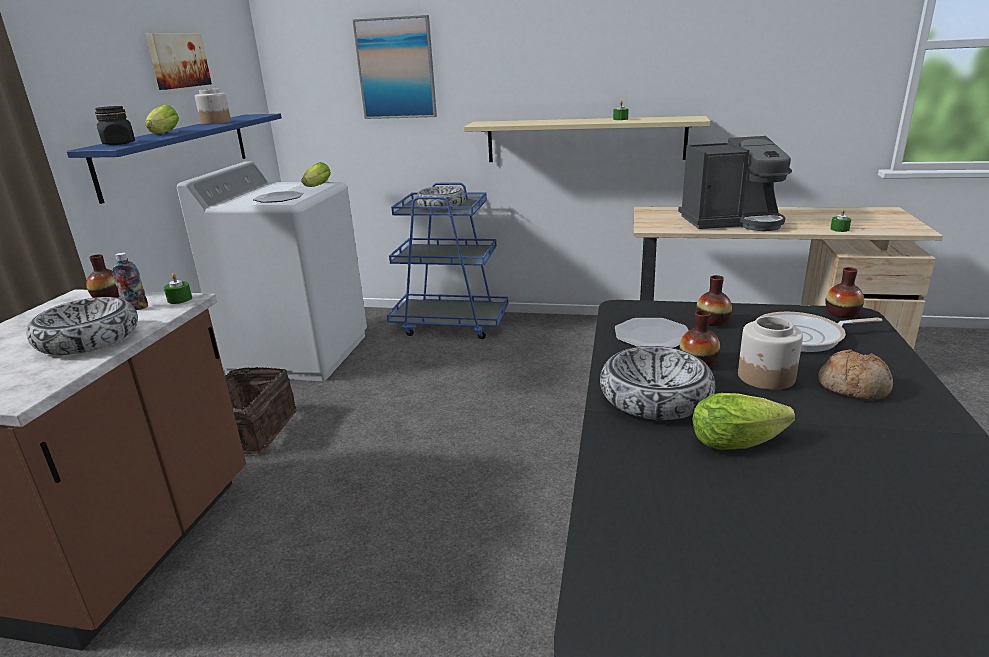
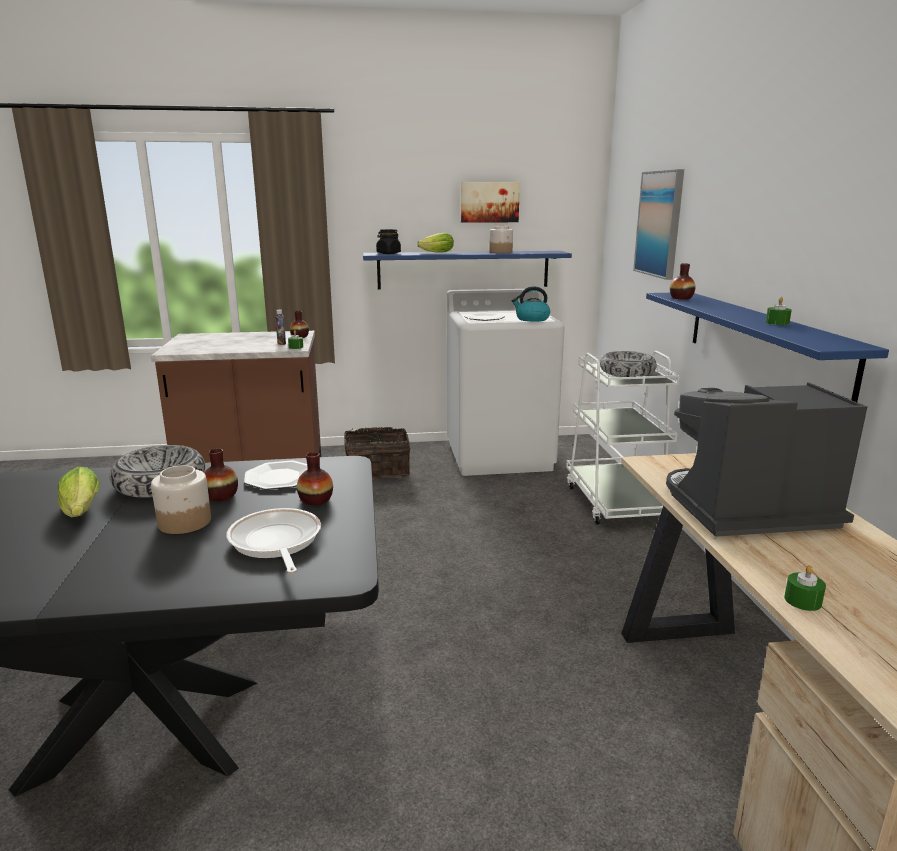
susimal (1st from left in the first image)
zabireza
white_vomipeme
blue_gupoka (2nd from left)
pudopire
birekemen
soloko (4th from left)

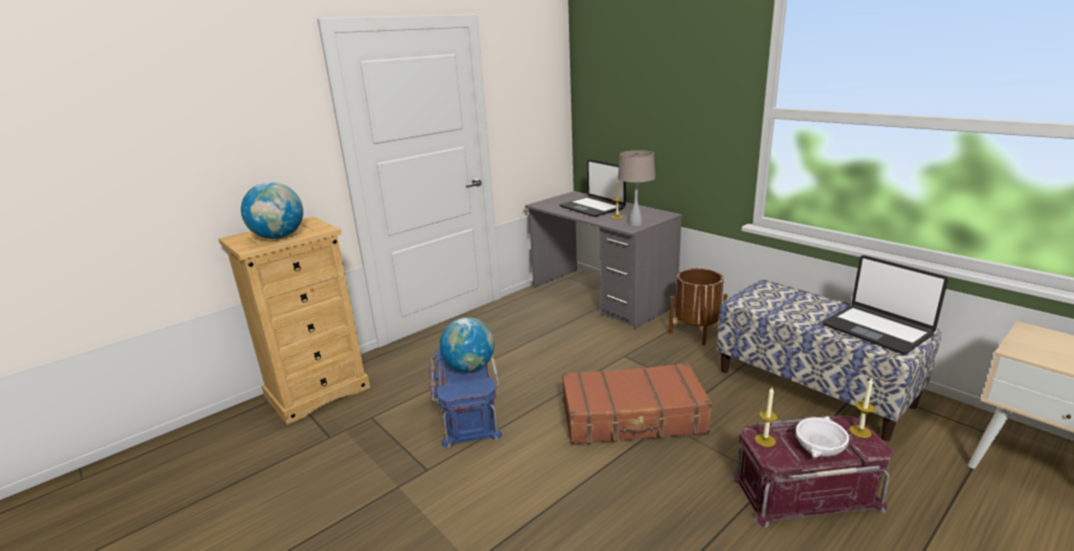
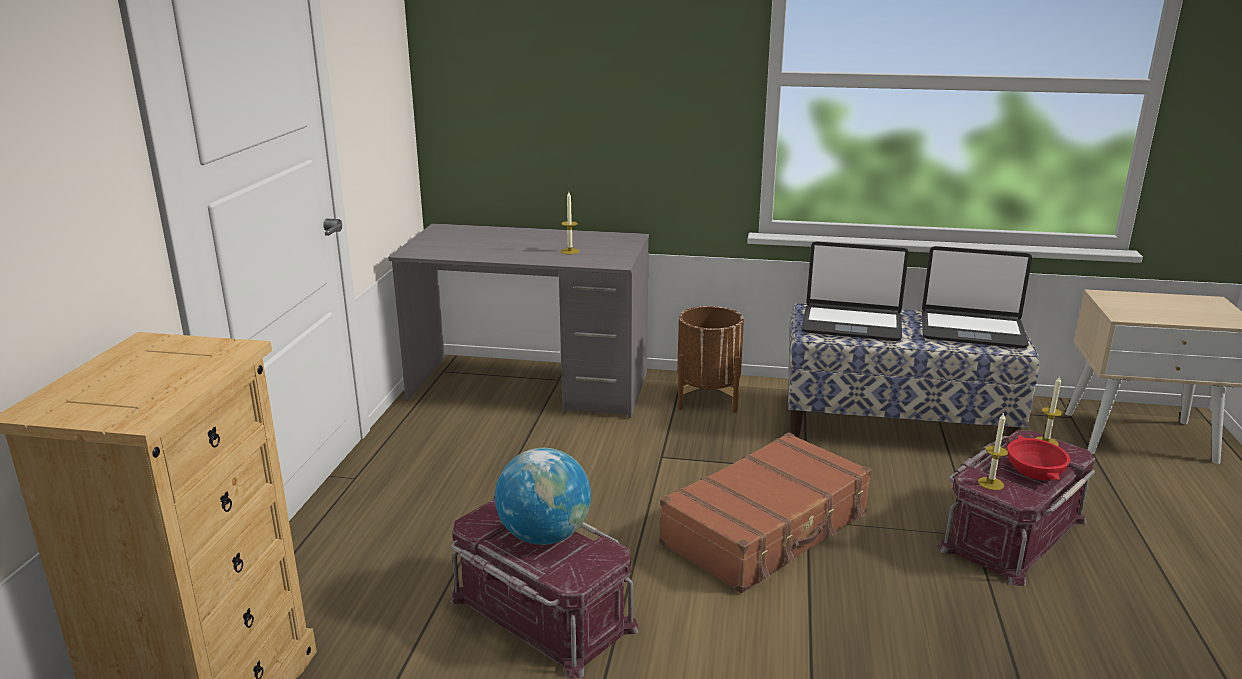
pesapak (1st from left in the first image)
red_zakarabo (1st from left)
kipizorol (1st from left)
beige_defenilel
red_susimal

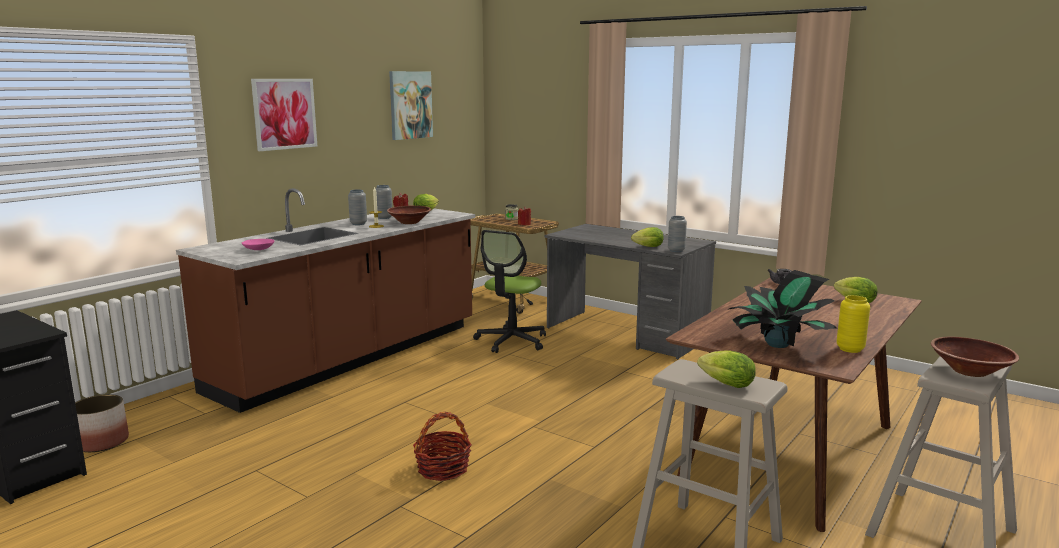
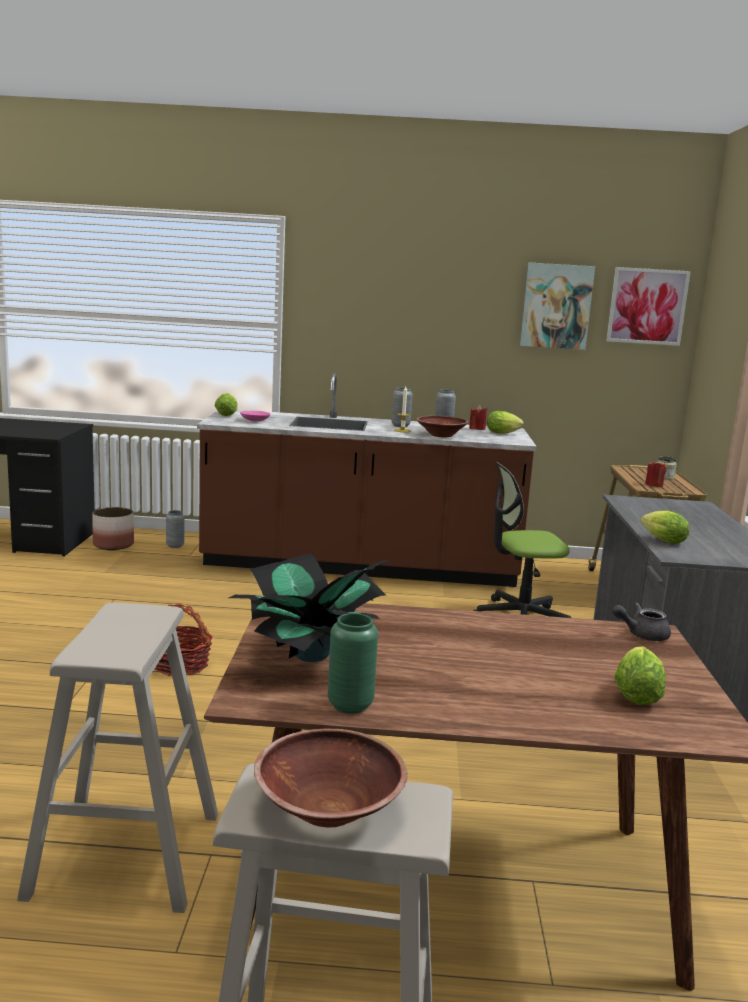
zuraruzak (2nd from left)
grey_soloko (1st from left)
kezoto (1st from left)
green_soloko

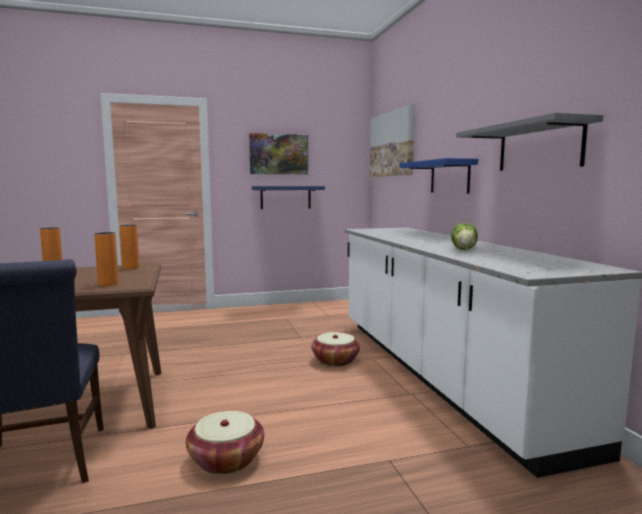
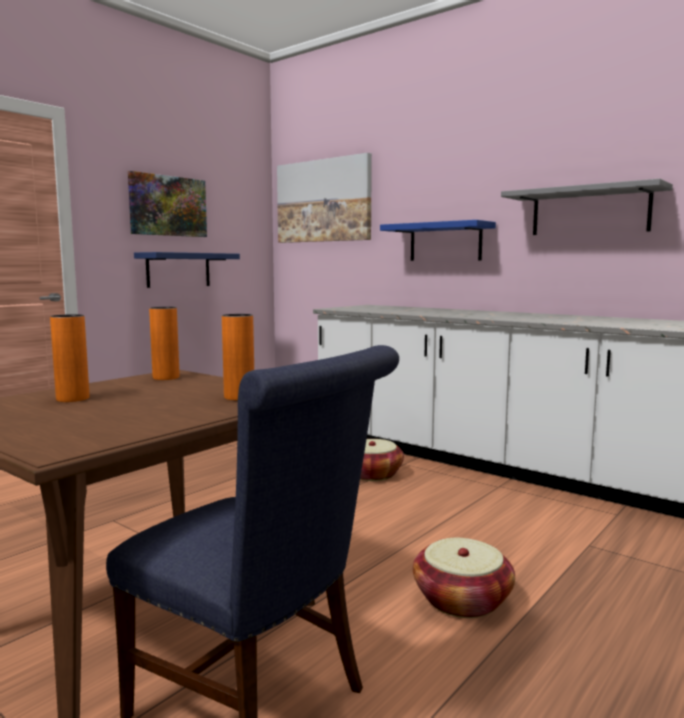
kezoto

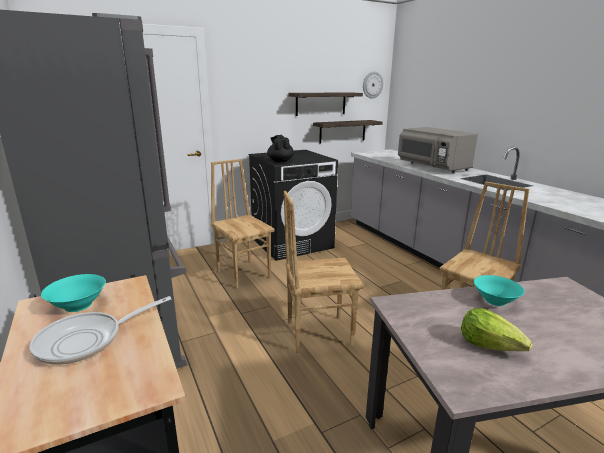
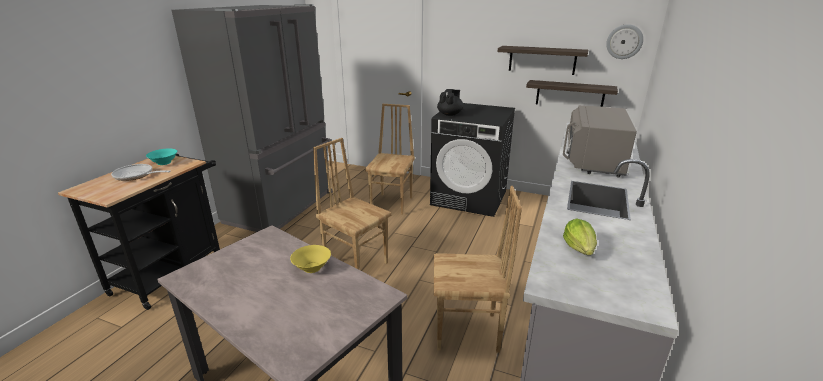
kezoto
yellow_susimal

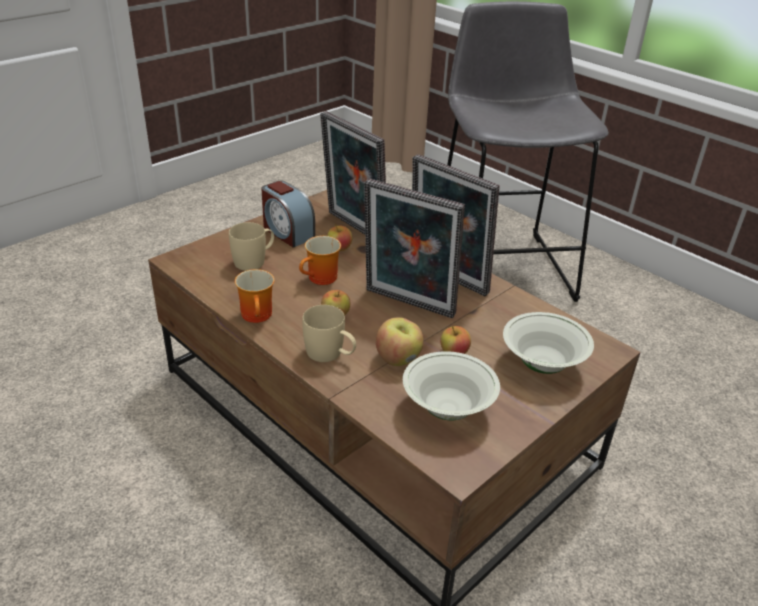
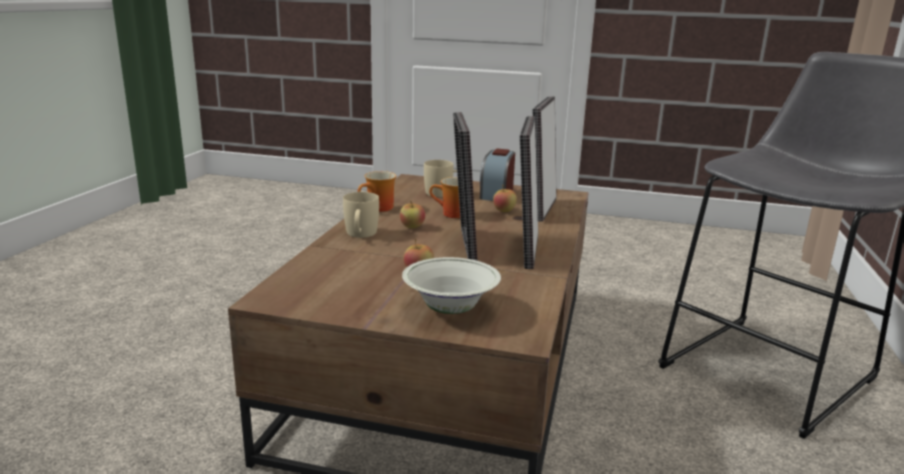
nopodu (3rd from left in the first image)
white_susimal (1st from left in the first image)

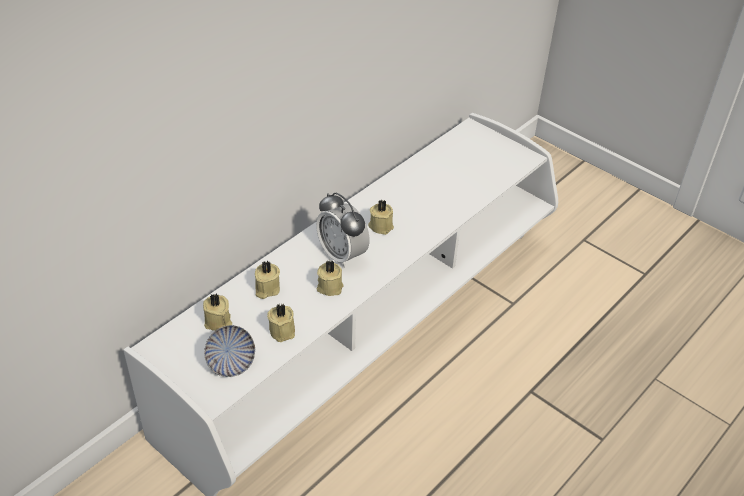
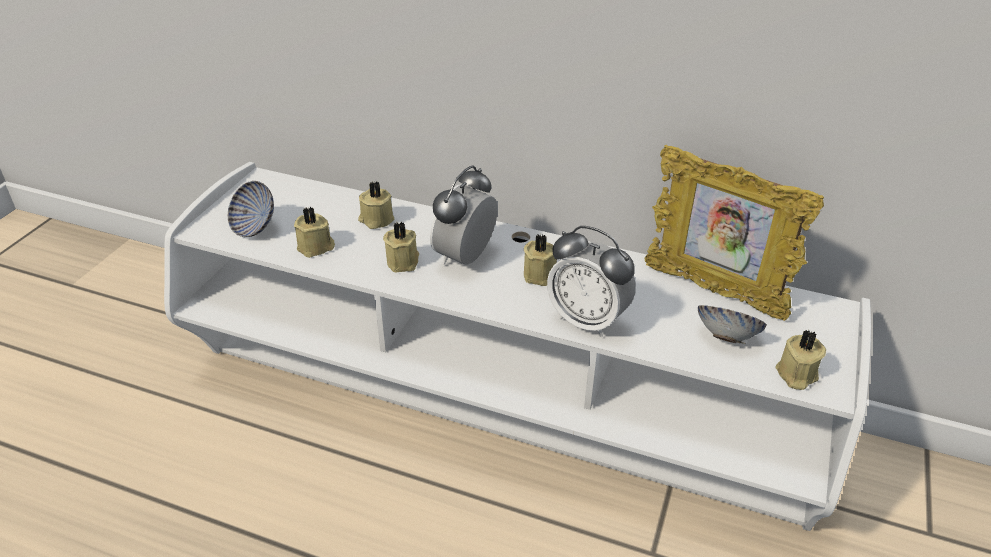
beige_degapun (5th from left)
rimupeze (2nd from left)
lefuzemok
susimal (2nd from left)

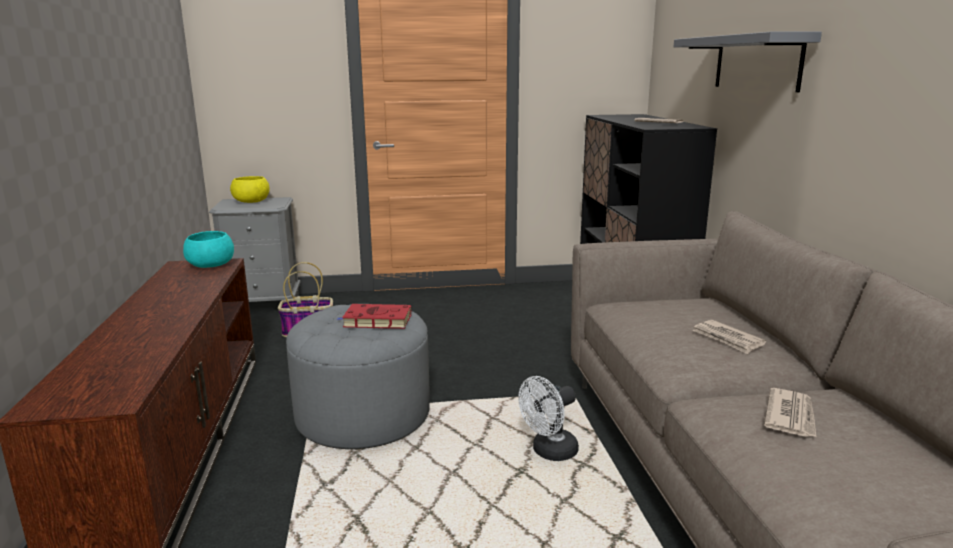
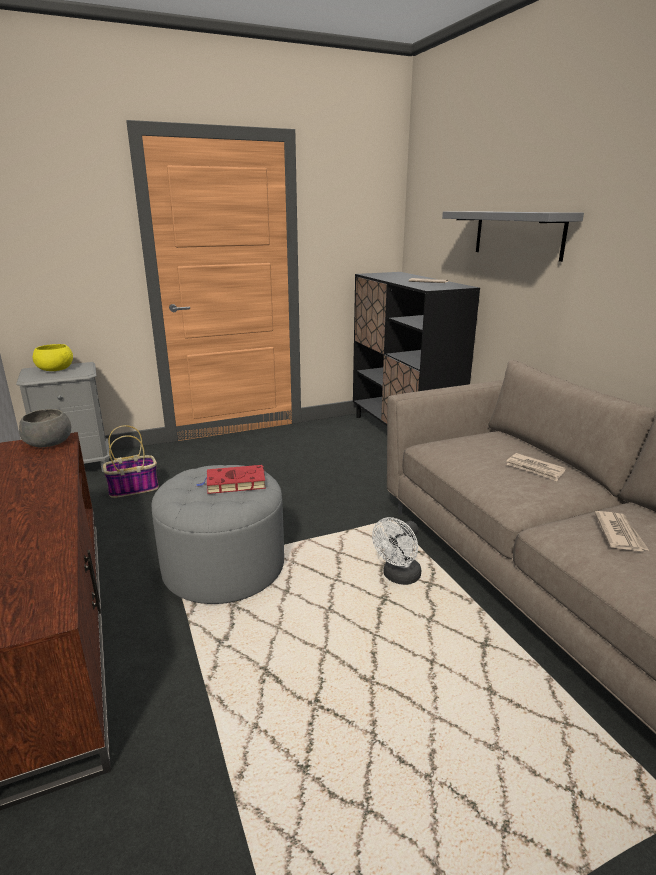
grey_susimal

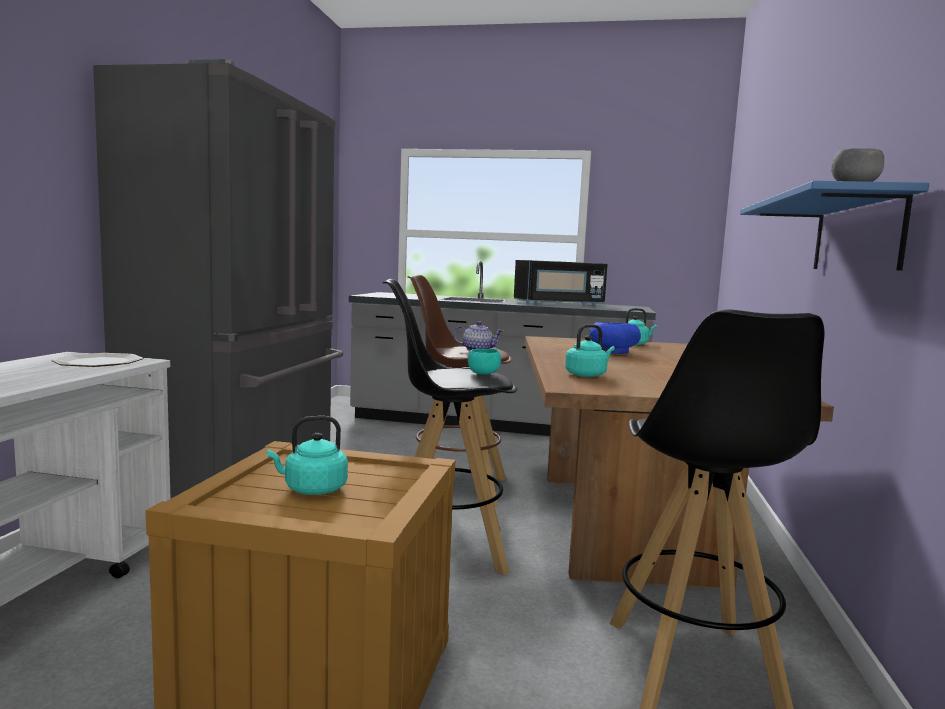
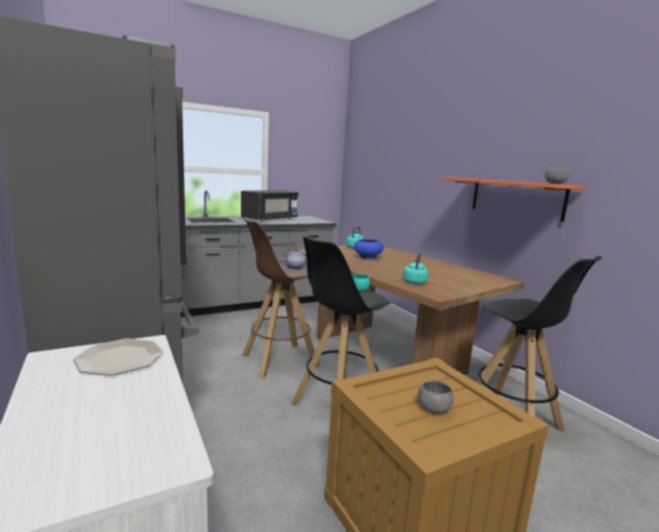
grey_susimal (1st from left)
orange_gupoka

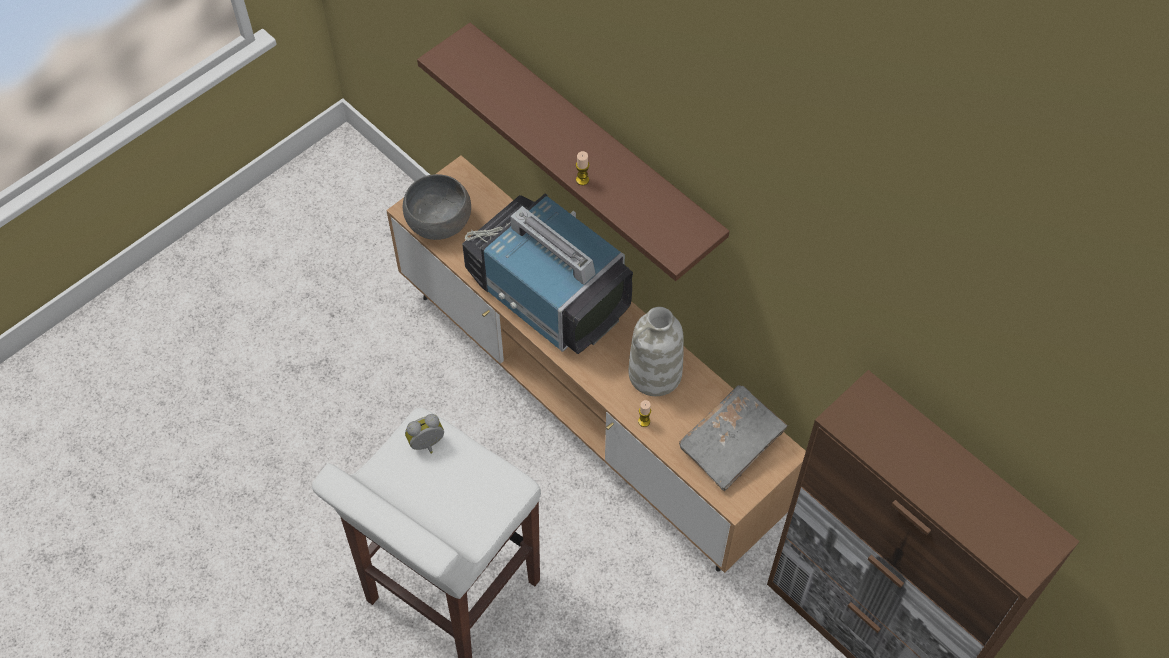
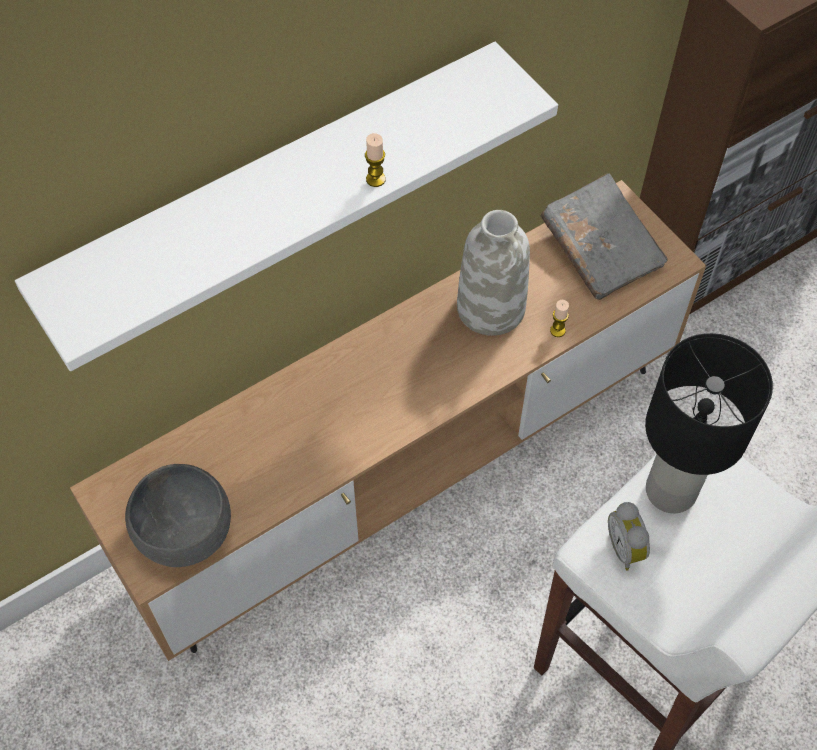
white_gupoka
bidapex
black_defenilel

